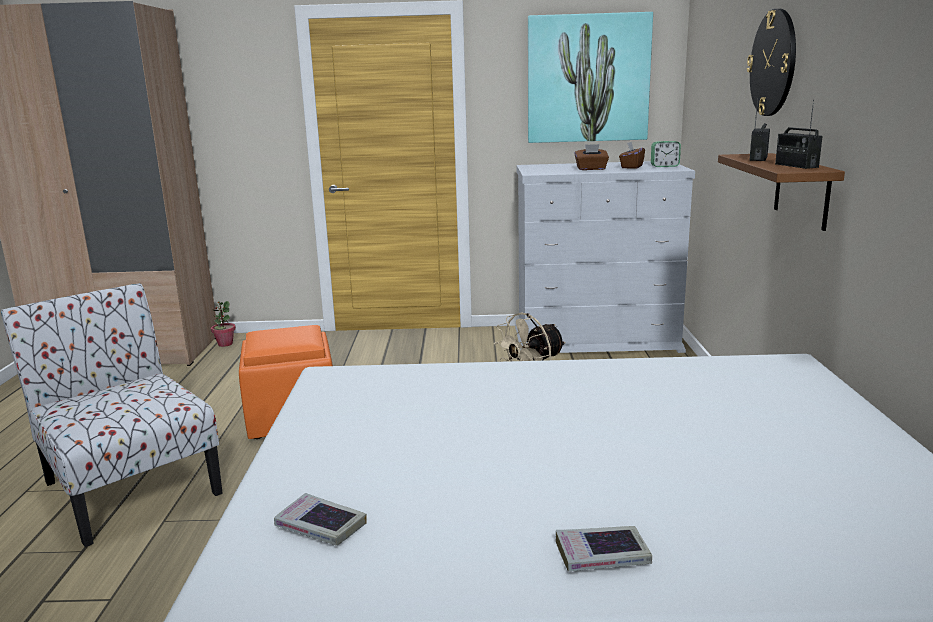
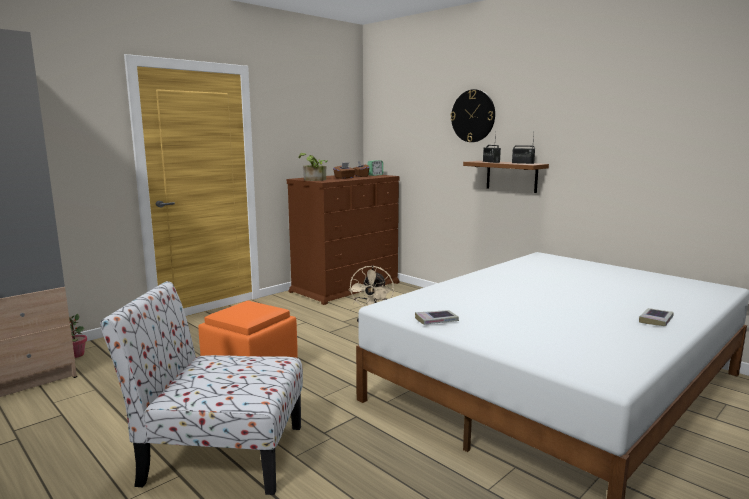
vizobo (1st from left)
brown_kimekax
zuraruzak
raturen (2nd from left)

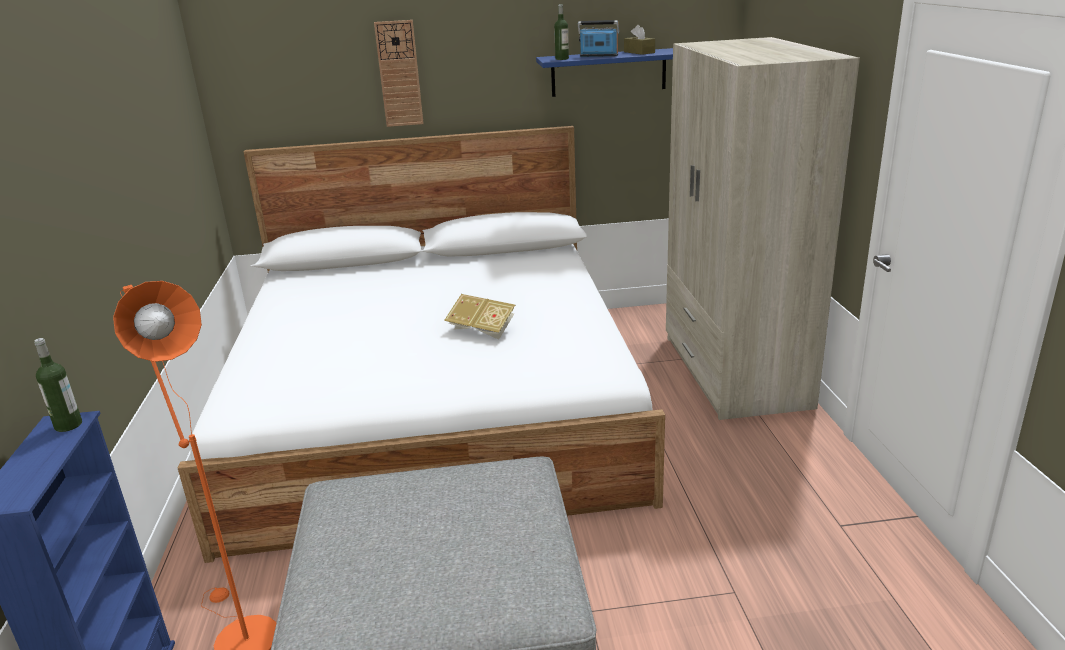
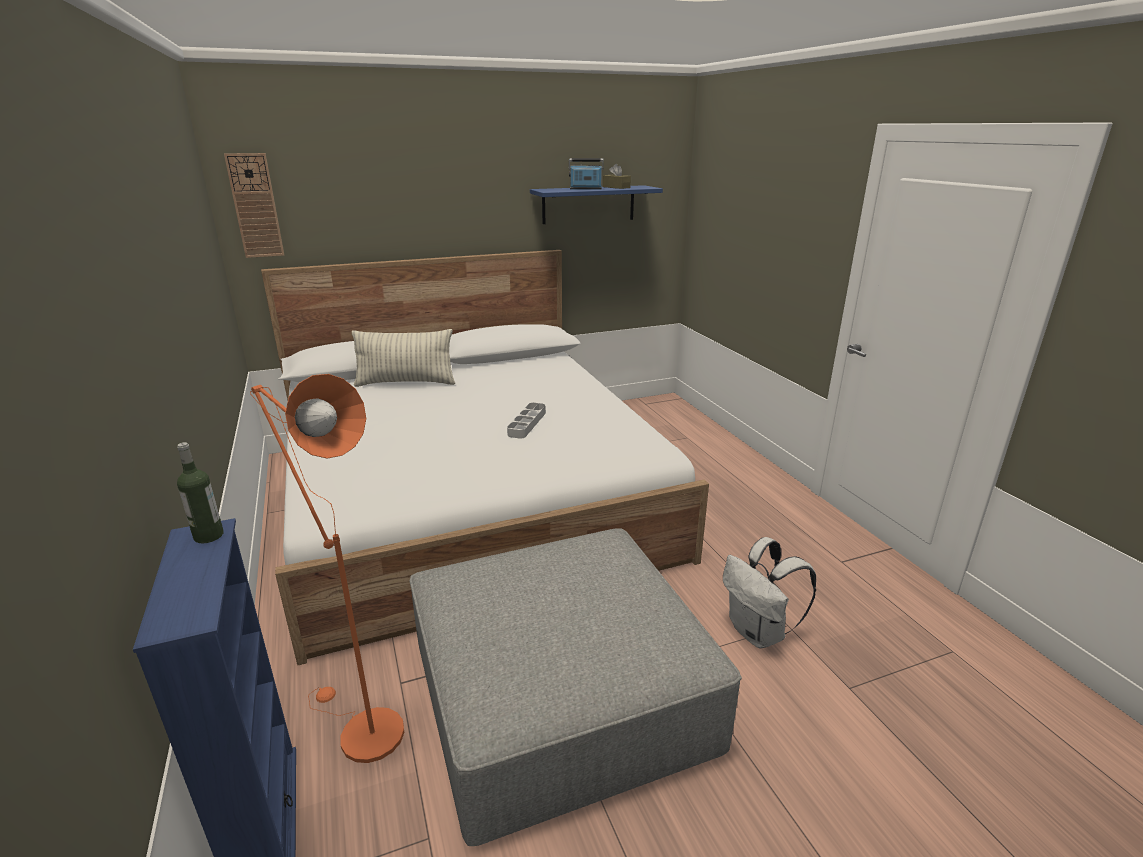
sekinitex
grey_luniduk
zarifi (2nd from left in the first image)
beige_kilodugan
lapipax
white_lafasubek

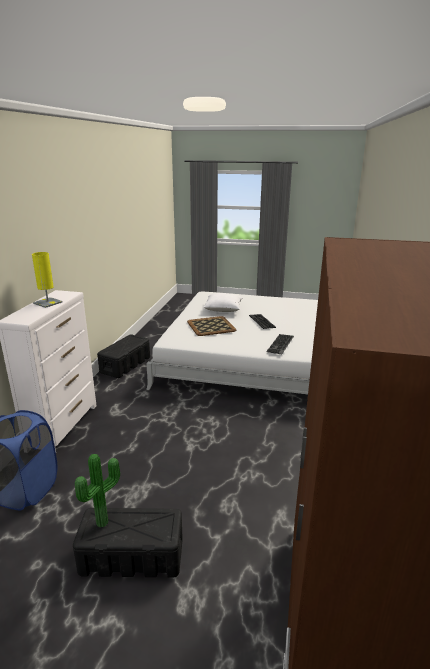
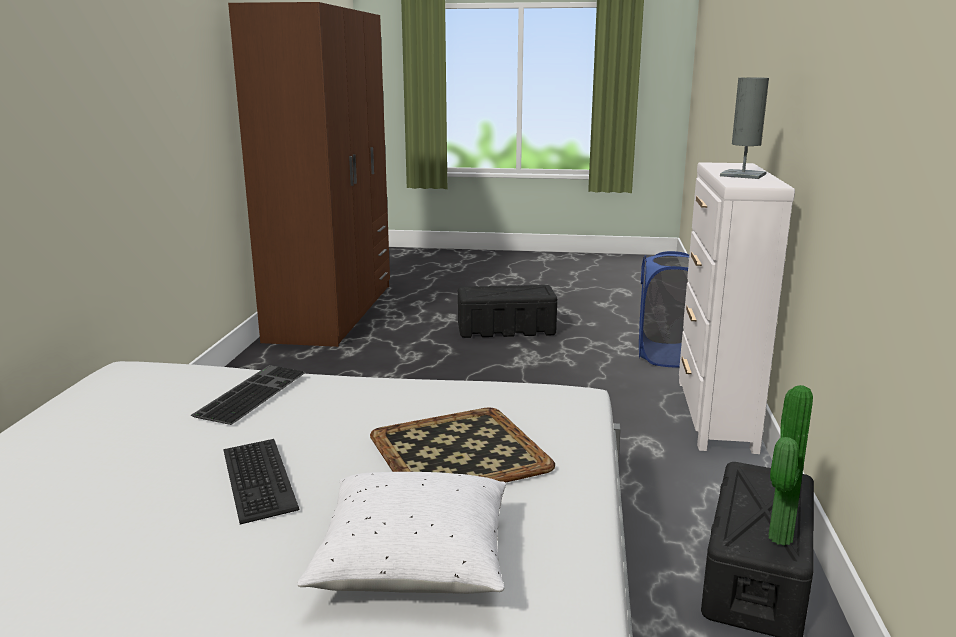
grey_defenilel
raturen

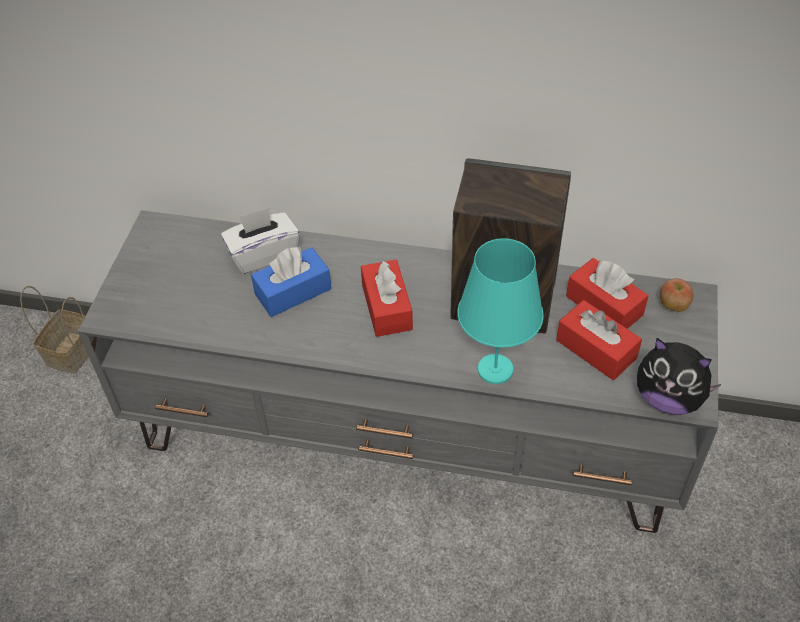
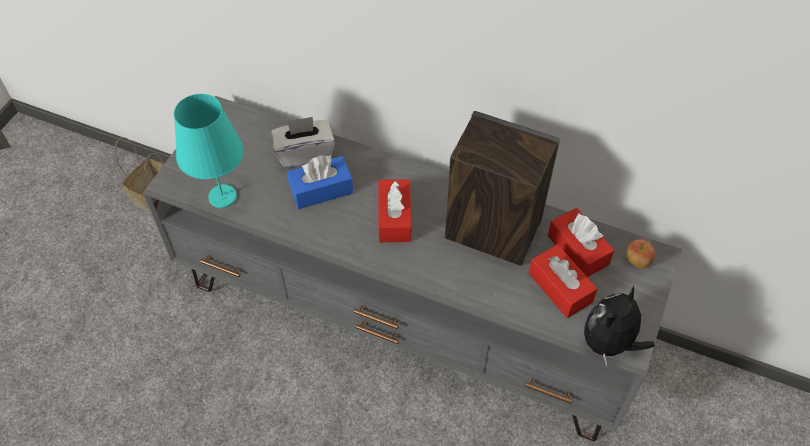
turquoise_defenilel
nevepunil

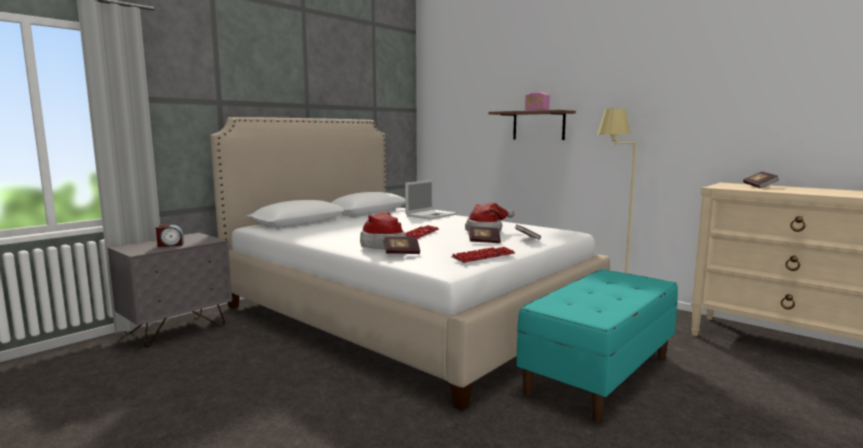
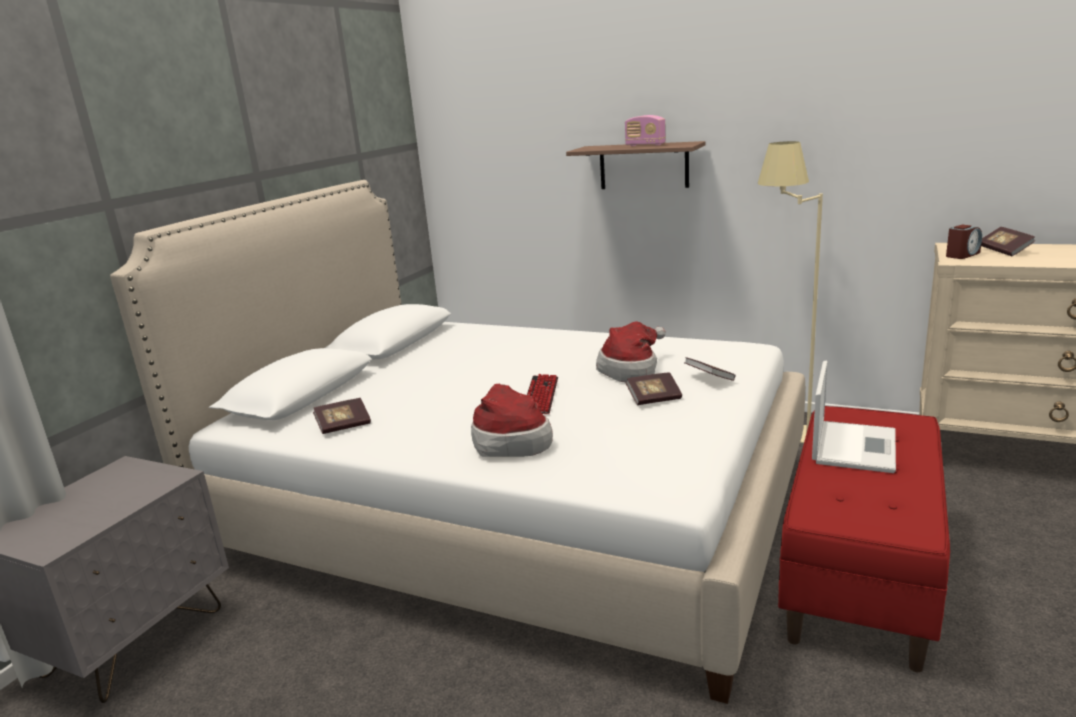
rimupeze
vizobo (1st from left)
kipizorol
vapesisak (2nd from left in the first image)
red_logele

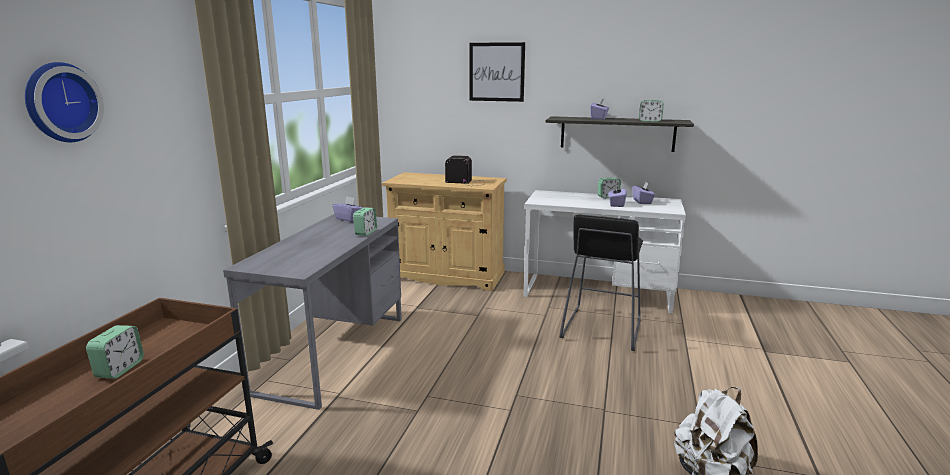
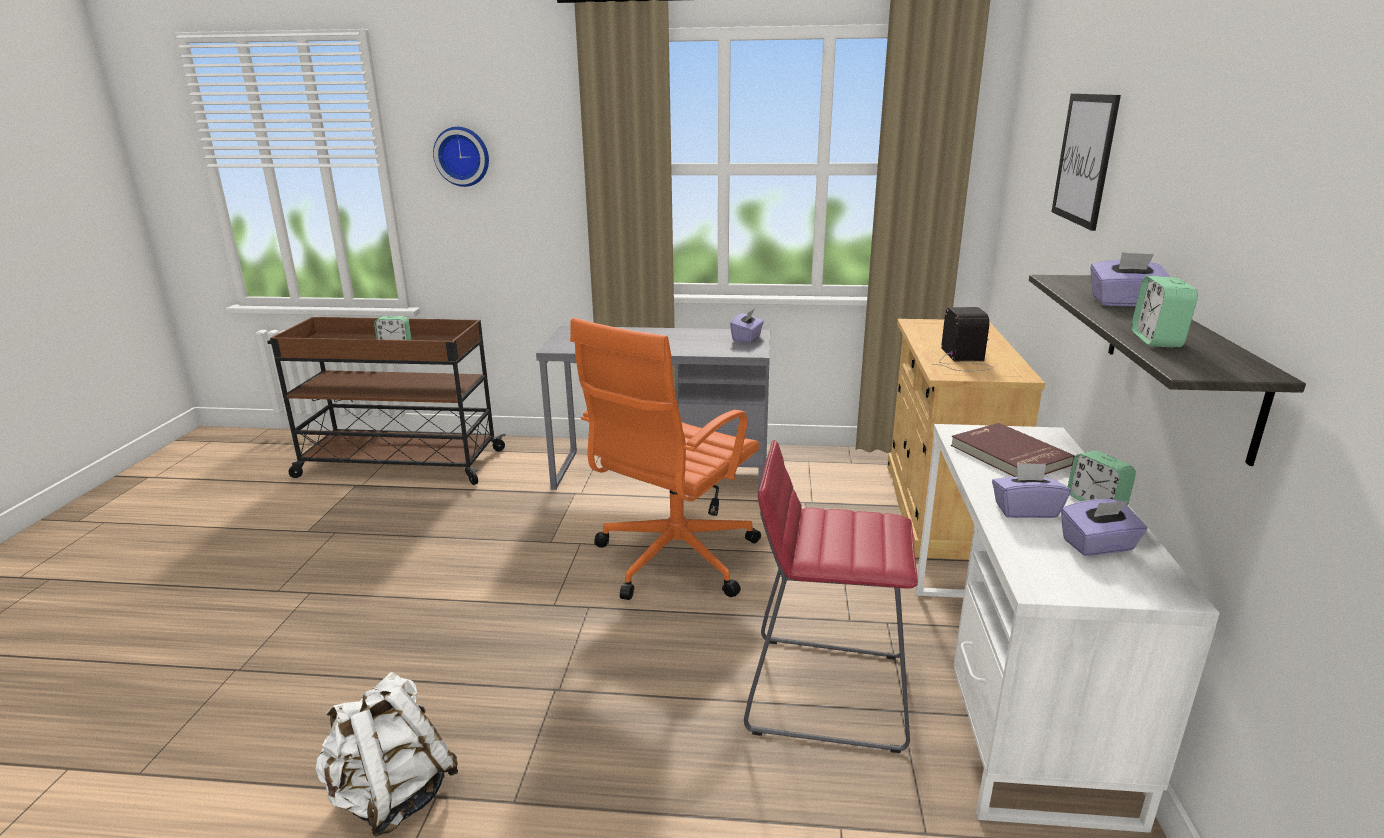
rimupeze (2nd from left in the first image)
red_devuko
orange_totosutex
red_vizobo

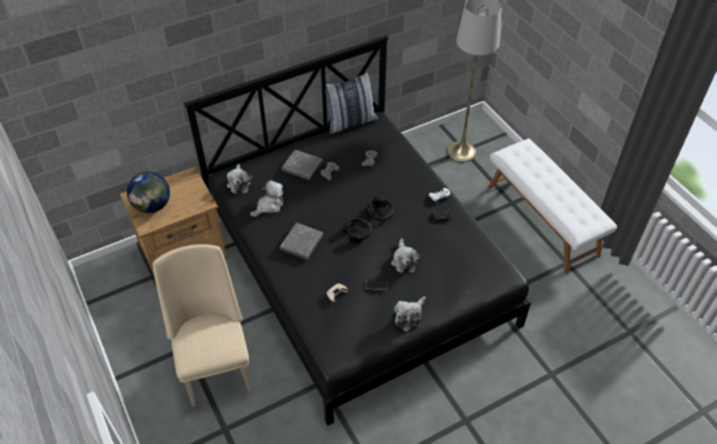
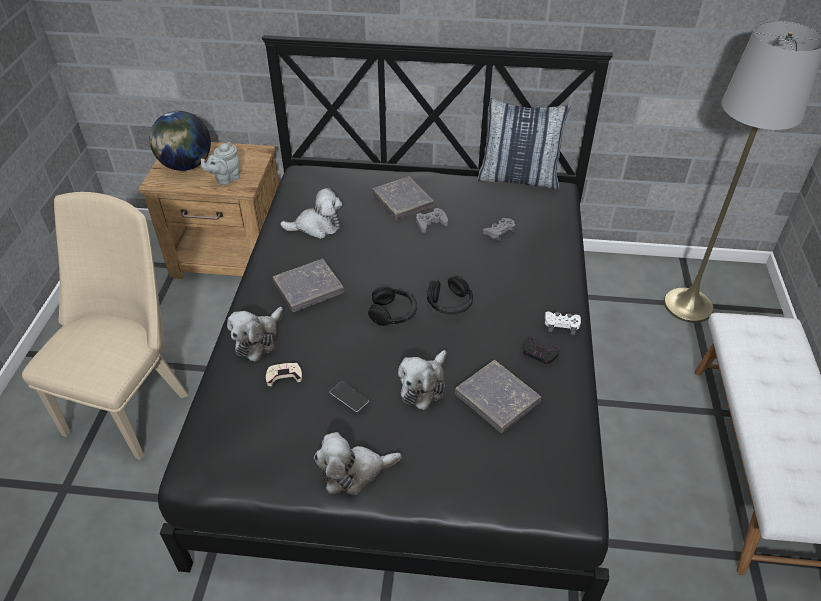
nevepunil (1st from left)
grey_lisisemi
grey_vizobo (3rd from left)

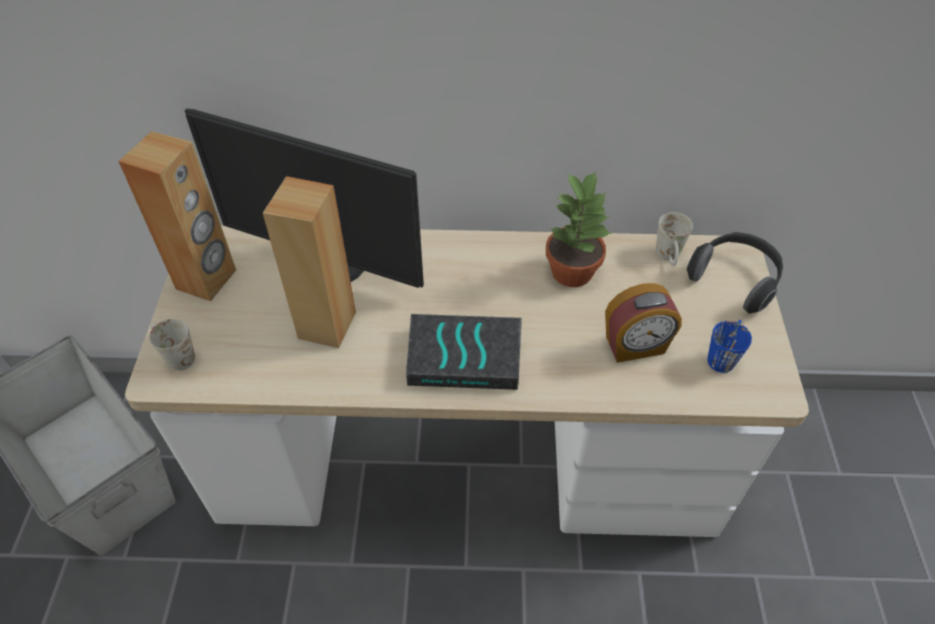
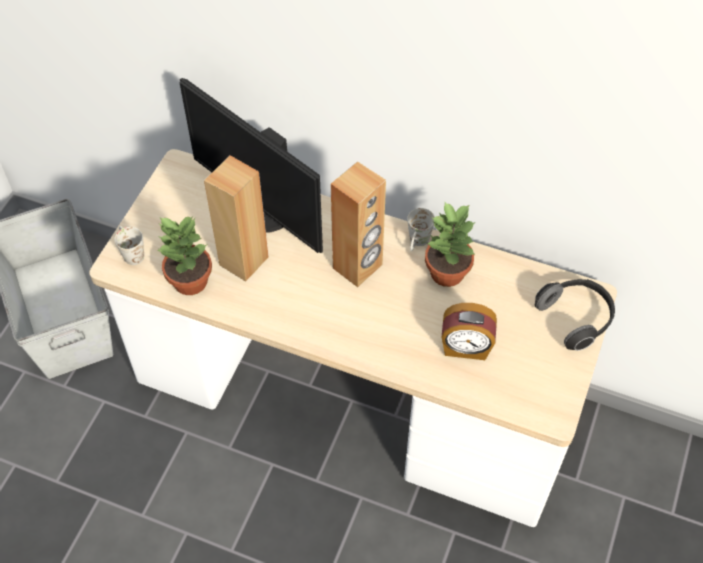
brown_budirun (2nd from left)
vizobo
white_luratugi (2nd from left)
blue_luratugi
raturen (1st from left)

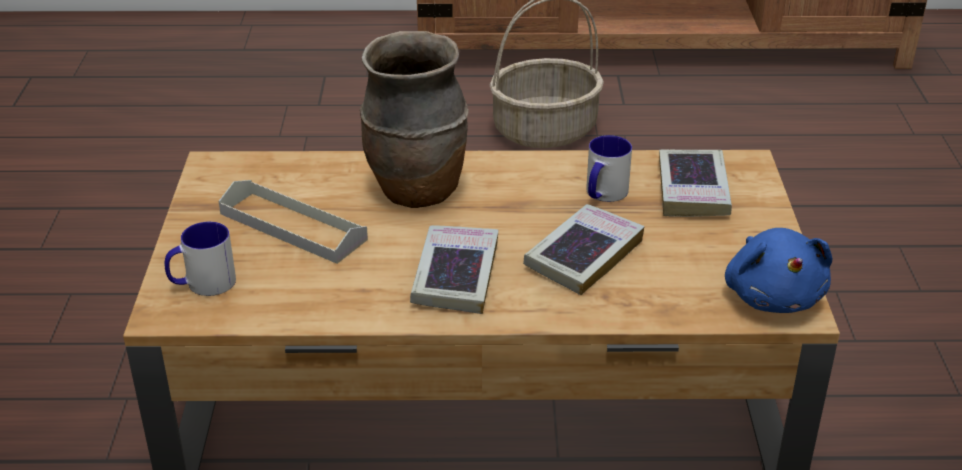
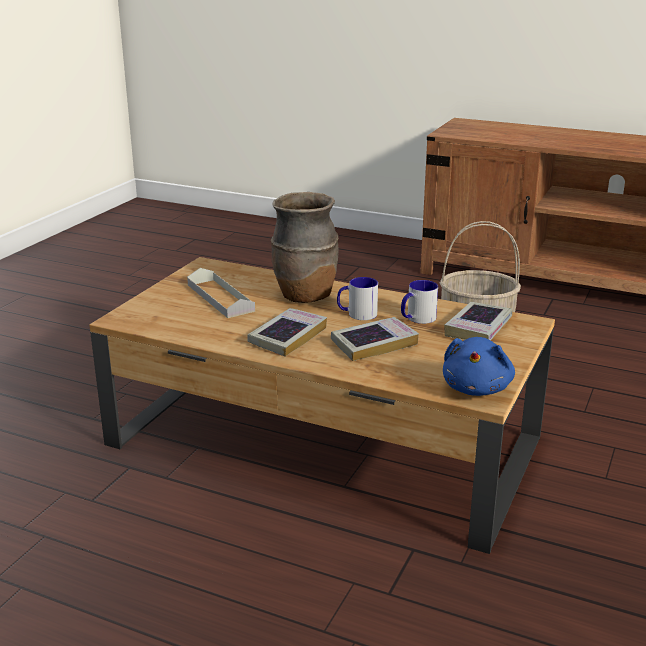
luratugi (1st from left)

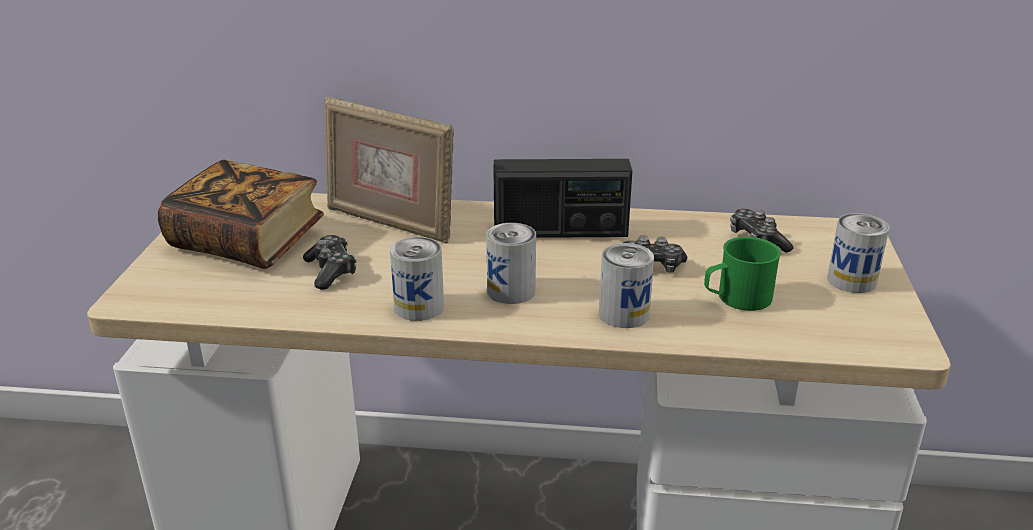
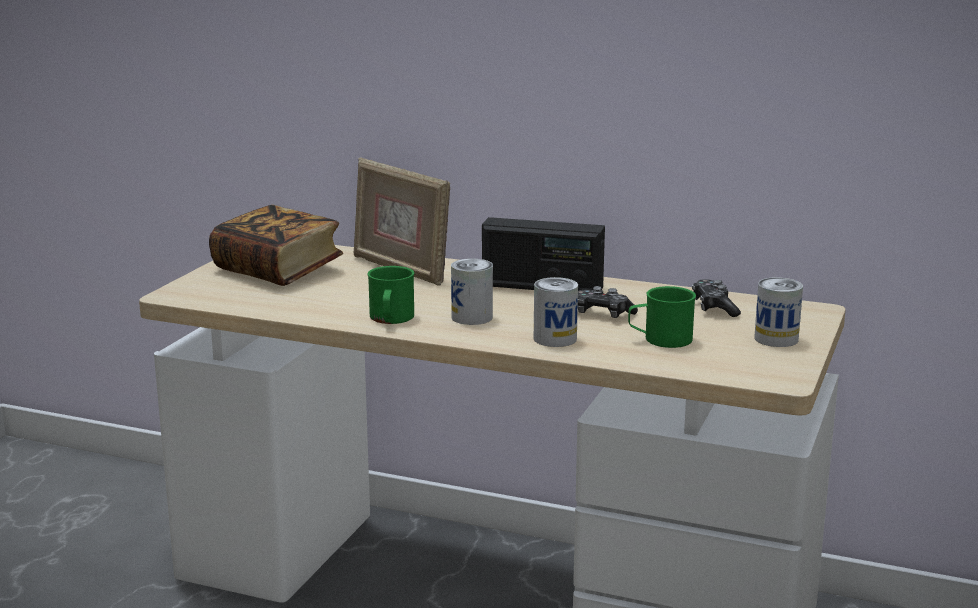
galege (1st from left in the first image)
green_luratugi (1st from left)

